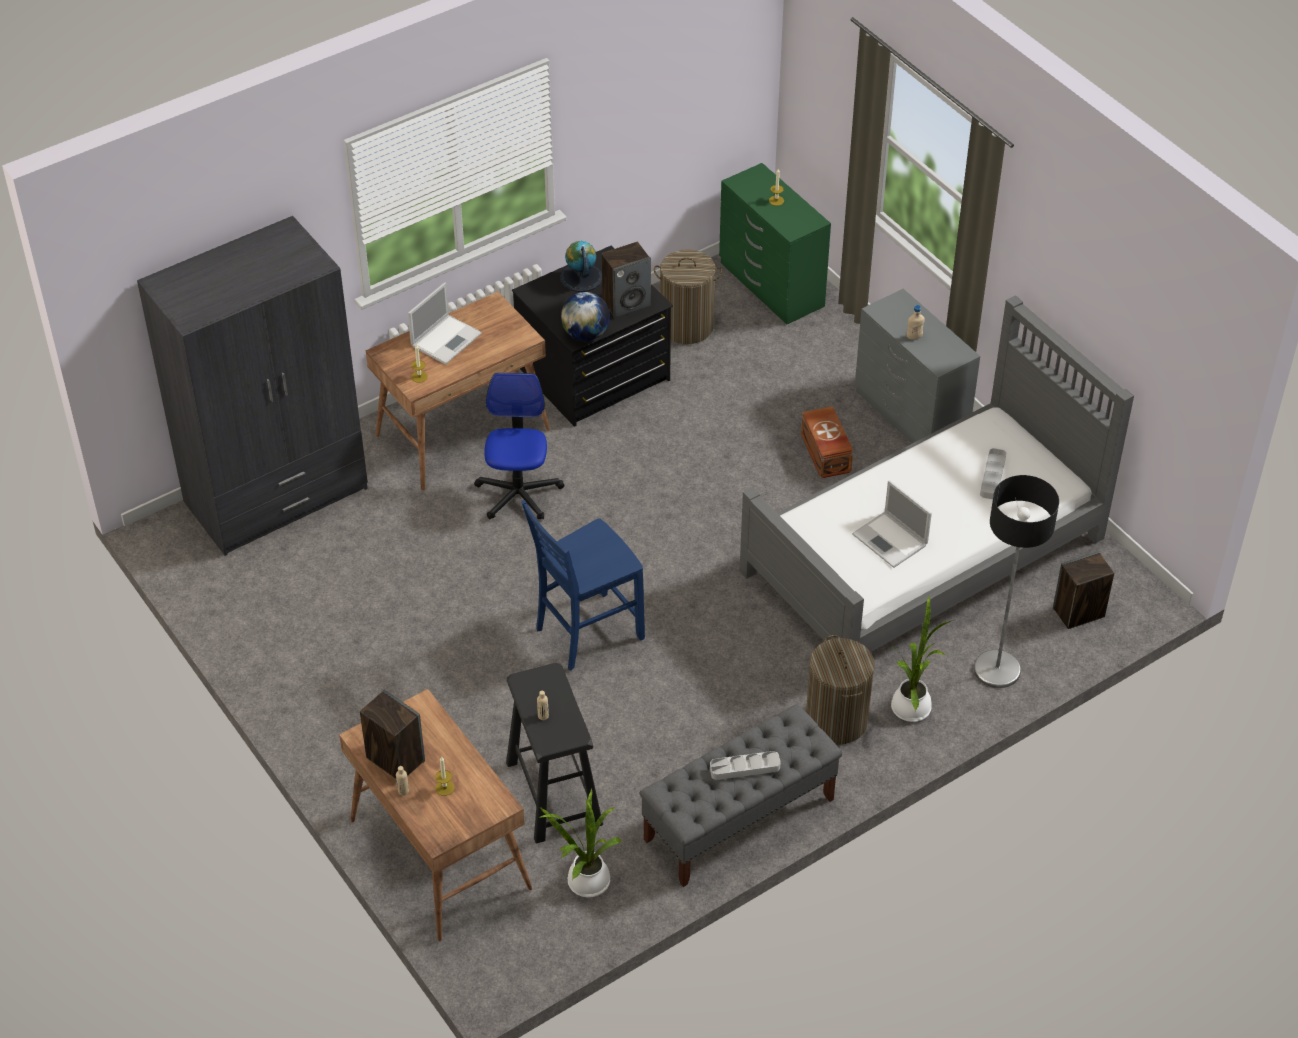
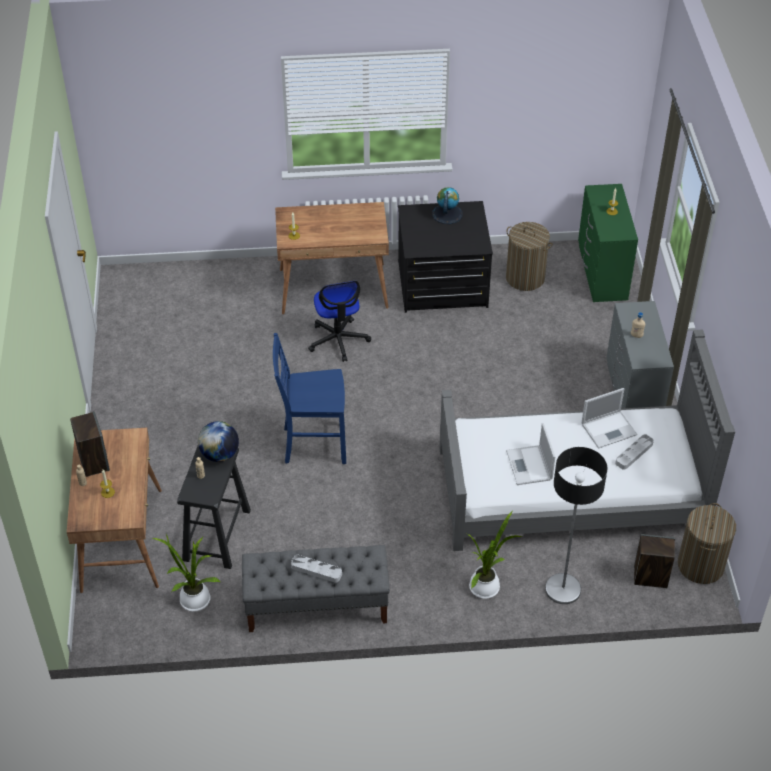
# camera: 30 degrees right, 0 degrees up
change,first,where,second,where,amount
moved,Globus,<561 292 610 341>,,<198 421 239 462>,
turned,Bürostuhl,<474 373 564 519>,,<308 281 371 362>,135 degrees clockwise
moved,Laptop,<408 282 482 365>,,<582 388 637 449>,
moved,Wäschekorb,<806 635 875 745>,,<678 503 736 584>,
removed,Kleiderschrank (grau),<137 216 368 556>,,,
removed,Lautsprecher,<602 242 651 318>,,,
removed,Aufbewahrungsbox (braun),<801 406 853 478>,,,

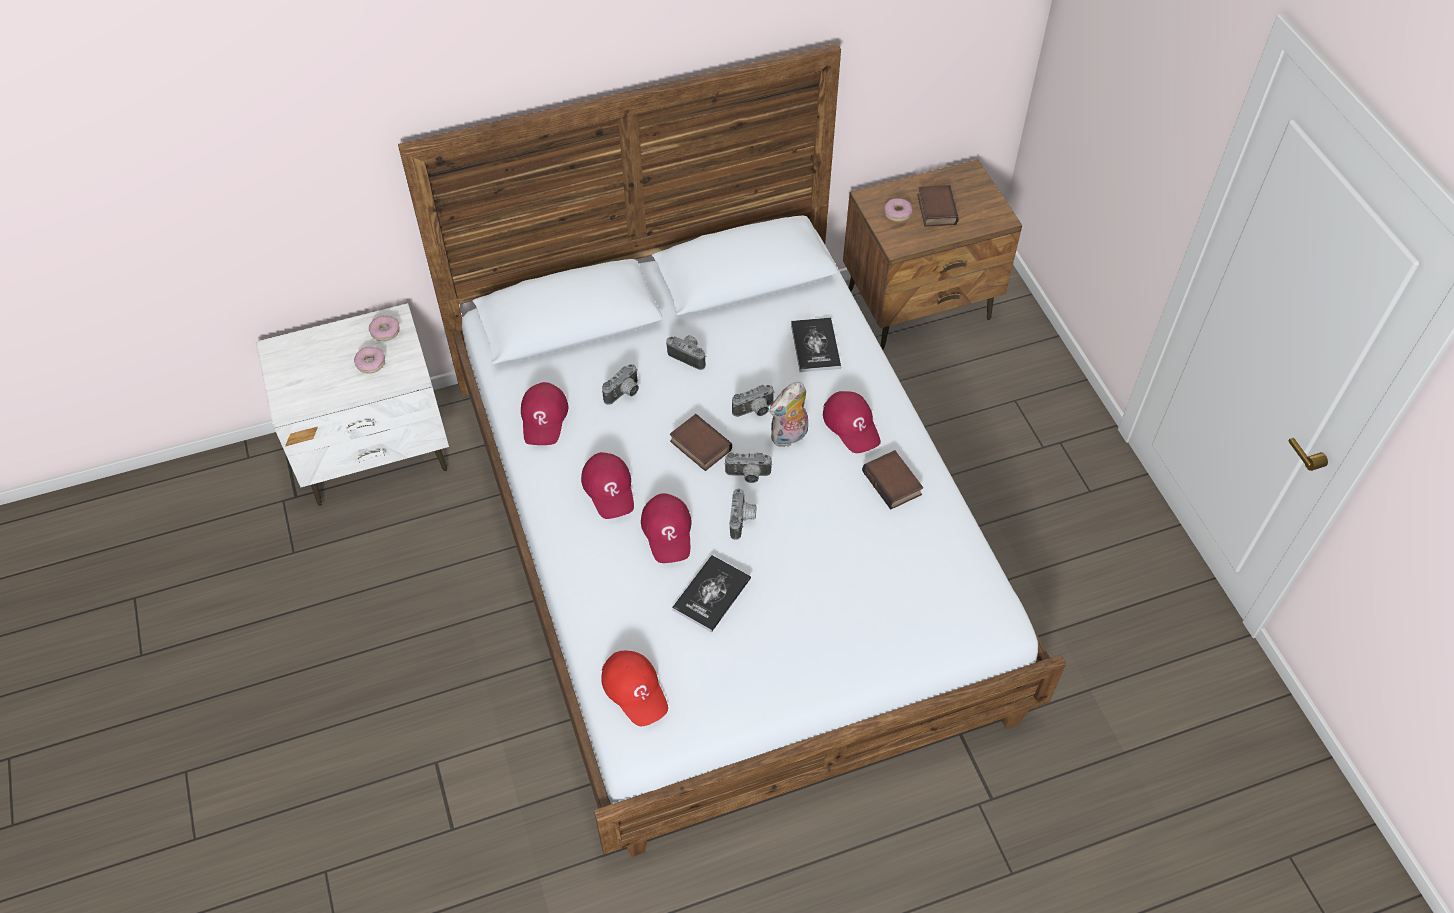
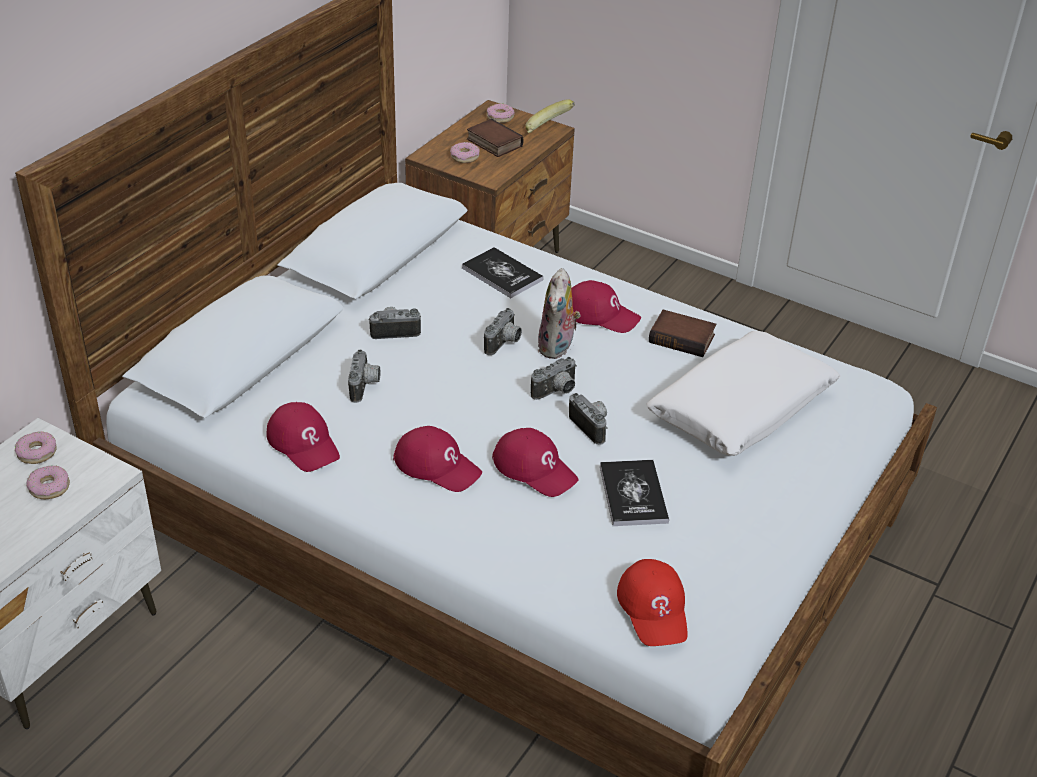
# camera: 40 degrees left, 15 degrees down
change,first,where,second,where,amount
added,,,Donut,<487 103 515 123>,
added,,,Banane,<525 99 575 133>,
turned,Kappe (rot),<601 651 668 726>,,<617 559 688 646>,60 degrees clockwise
added,,,Kissen (weiß),<646 331 841 456>,
removed,Buch,<670 414 732 471>,,,

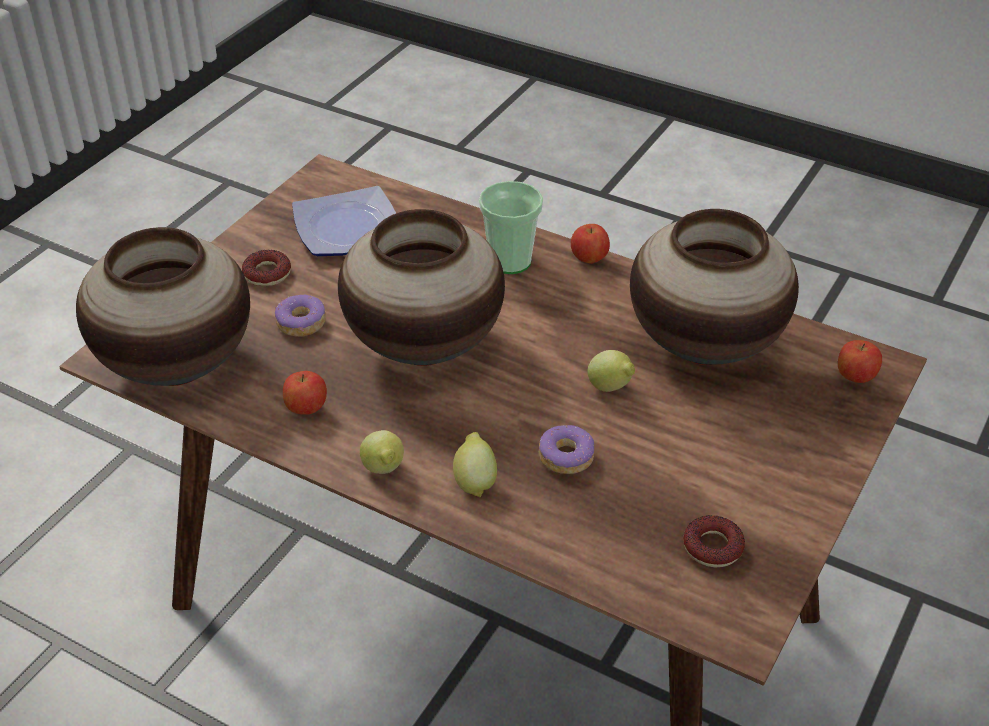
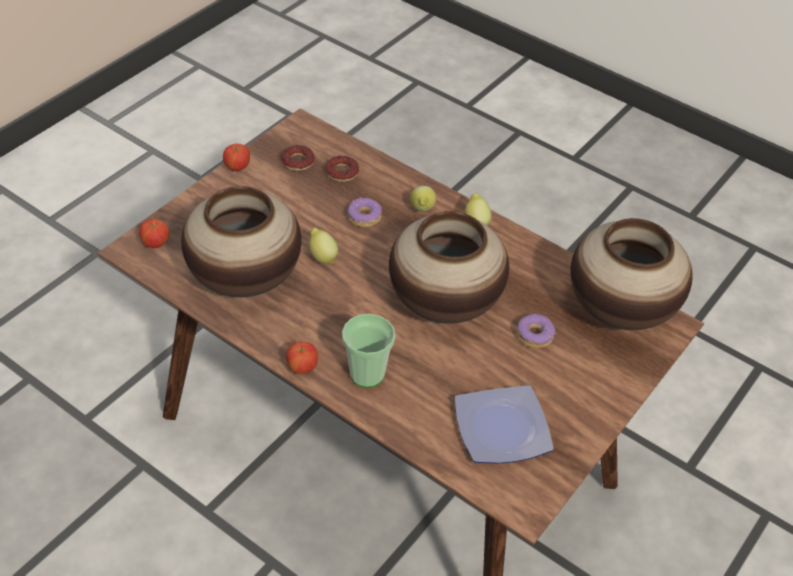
# camera: 175 degrees left, 5 degrees up
change,first,where,second,where,amount
moved,Apfel,<283 371 327 415>,,<223 144 250 171>,
moved,Donut,<242 250 291 286>,,<325 156 359 182>,

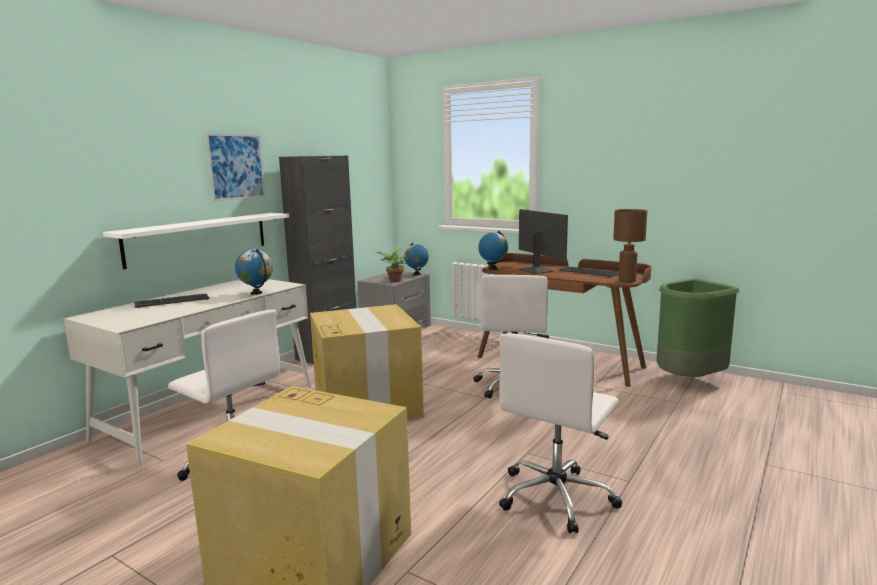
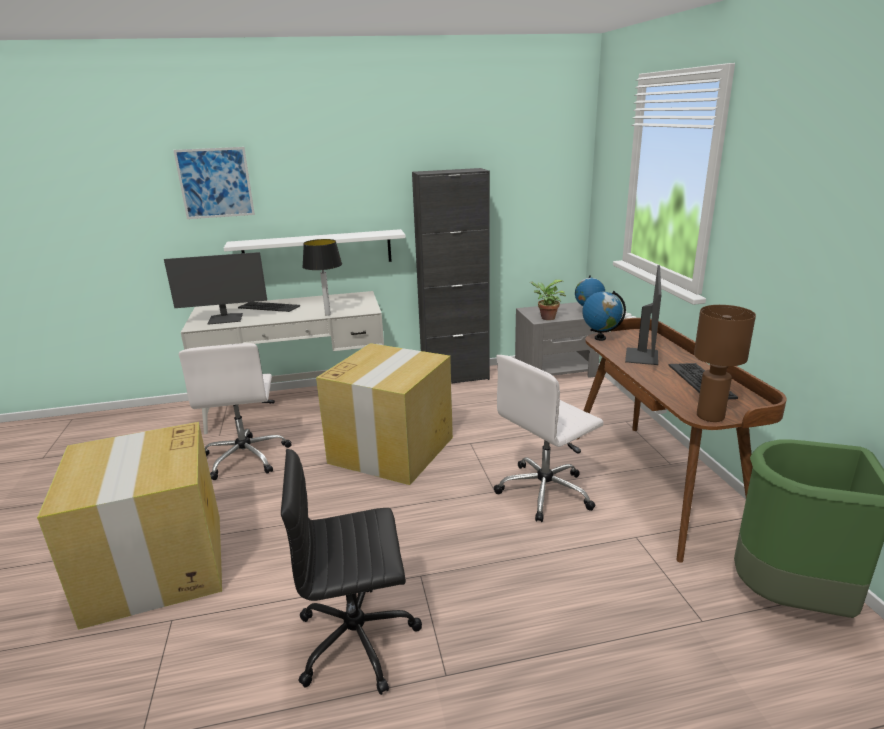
# camera: 45 degrees right, 10 degrees up
change,first,where,second,where,amount
added,,,Monitor,<164 252 267 325>,
moved,Bild,<205 133 266 202>,,<173 147 255 219>,
recoloured,Bürostuhl (weiß),<499 333 622 533>,Bürostuhl (schwarz),<281 449 422 695>,
replaced,Globus,<235 249 273 295>,Tischlampe,<302 239 342 316>,

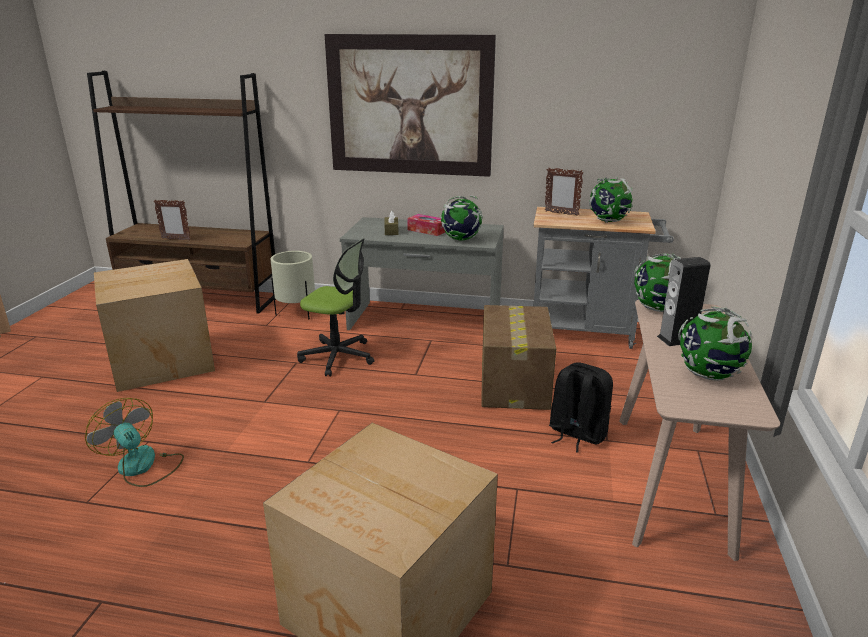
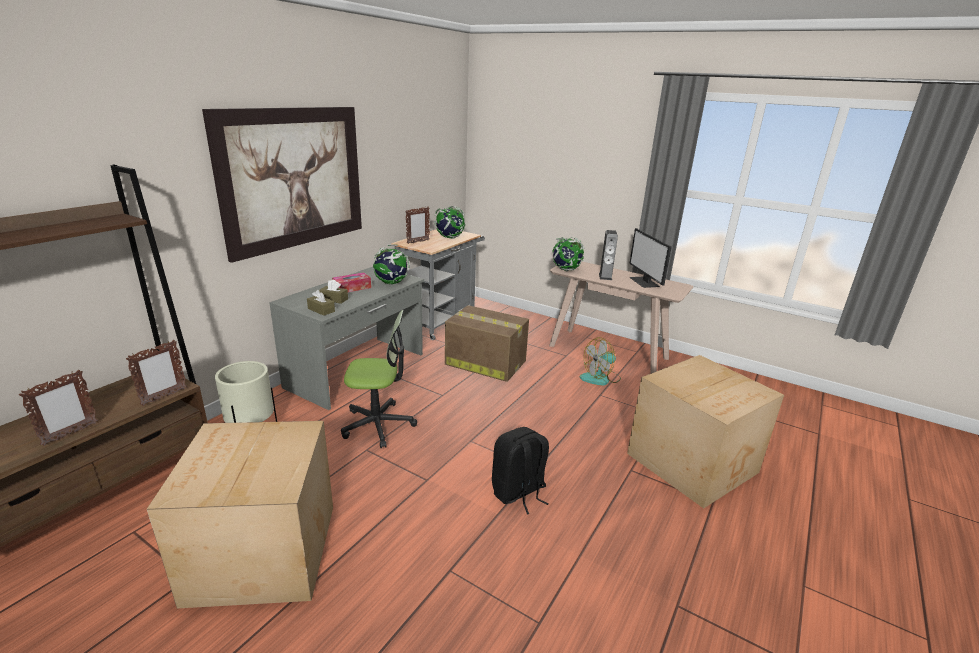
# camera: 70 degrees left, 0 degrees up
change,first,where,second,where,amount
added,,,Bilderrahmen,<126 340 187 406>,
added,,,Taschentuchbox (braun),<307 290 335 316>,
turned,Bürostuhl,<297 238 375 376>,,<341 310 417 448>,45 degrees clockwise
moved,Rucksack (schwarz),<549 362 613 453>,,<492 427 549 515>,
moved,Ventilator,<85 398 184 487>,,<580 337 621 386>,
replaced,Globus,<678 307 752 381>,Monitor,<629 228 672 288>,

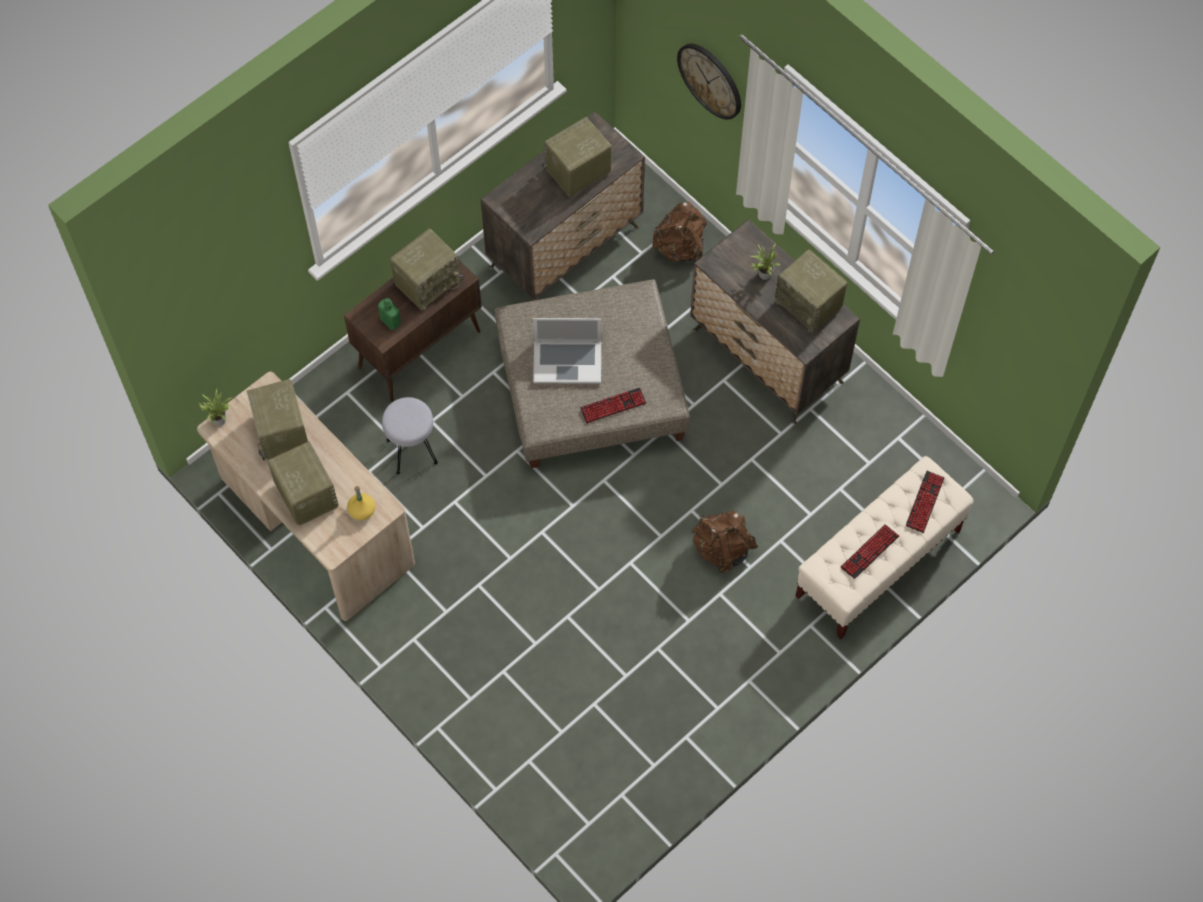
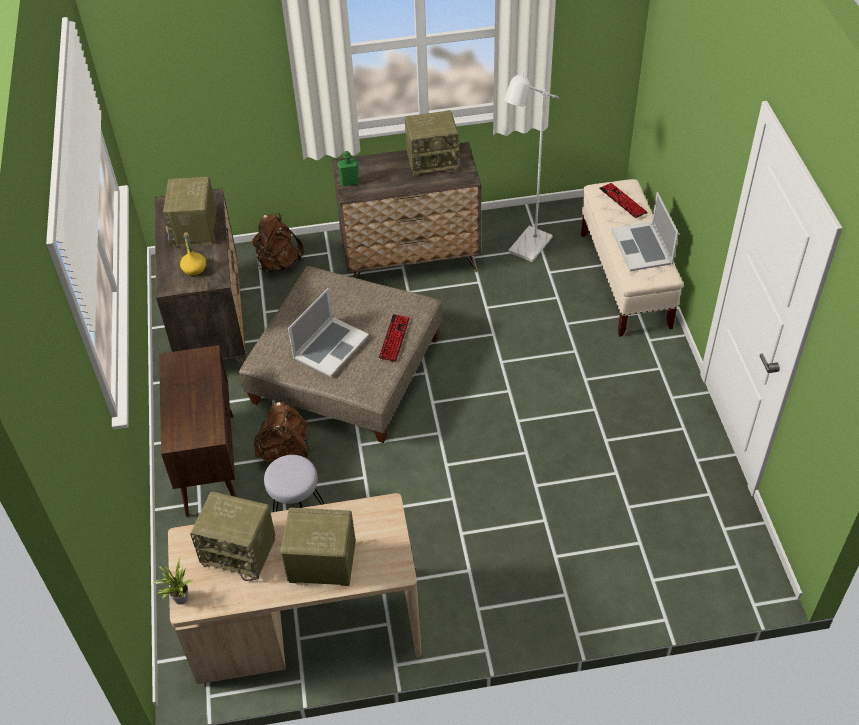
# camera: 55 degrees left, 15 degrees down
change,first,where,second,where,amount
moved,Flasche (gelb),<347 486 376 520>,,<180 232 206 277>,
moved,Rucksack (braun),<692 511 758 573>,,<253 402 309 463>,
moved,Flasche (grün),<378 298 401 330>,,<338 151 359 186>,
added,,,Stehlampe (weiß),<504 72 559 262>,
replaced,Tastatur,<840 524 899 579>,Laptop,<611 192 679 271>,
removed,Radio,<390 229 464 311>,,,
removed,Wanduhr,<677 43 741 120>,,,
removed,Topfpflanze,<750 243 781 280>,,,

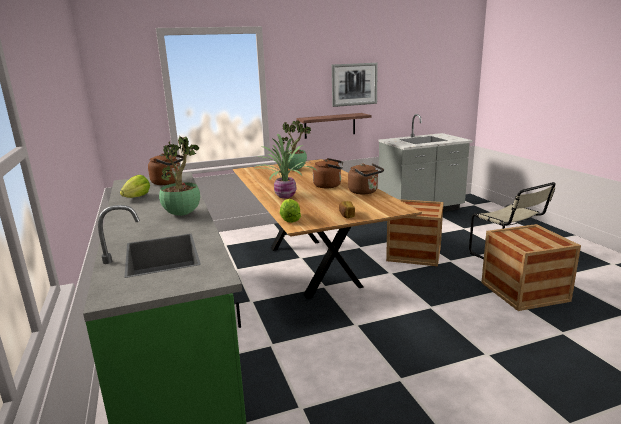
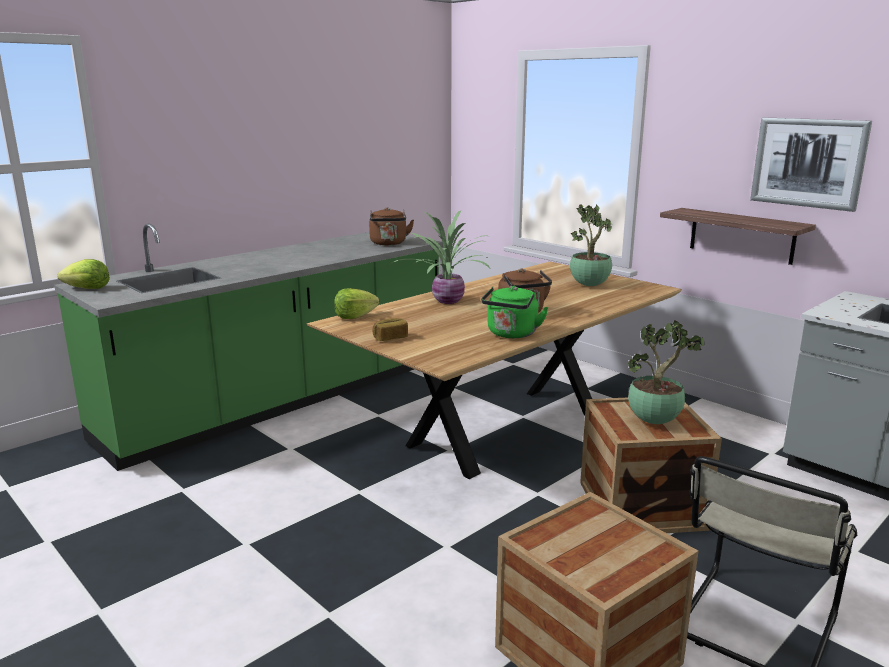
# camera: 65 degrees right, 0 degrees up
change,first,where,second,where,amount
moved,Salatkopf,<120 175 150 198>,,<57 259 110 289>,
recoloured,Wasserkessel (braun),<348 163 384 195>,Wasserkessel (grün),<481 286 549 338>,
moved,Topfpflanze,<159 136 200 216>,,<628 320 704 424>,

